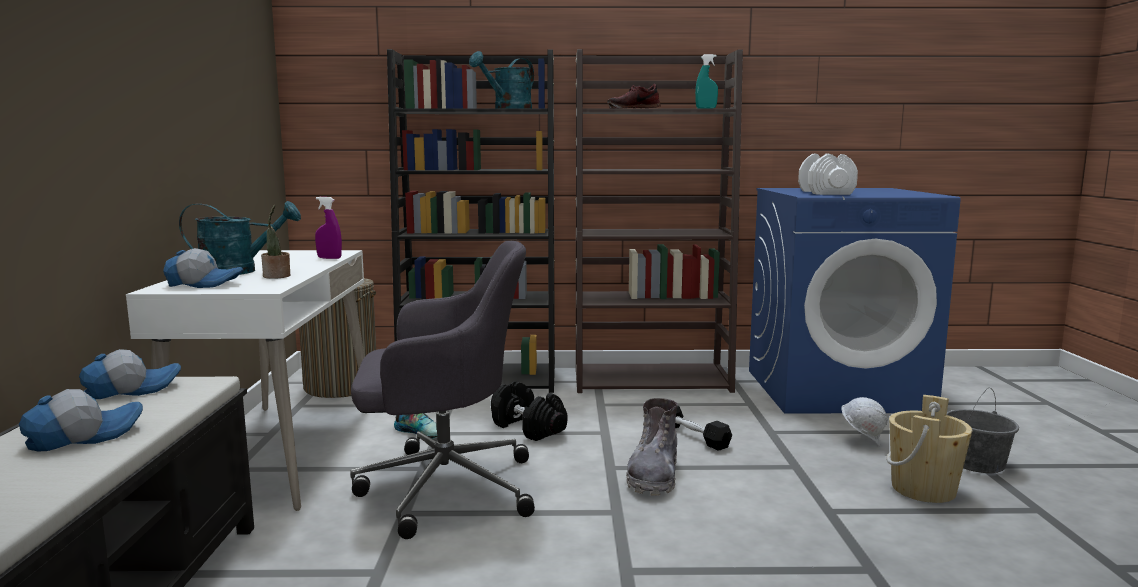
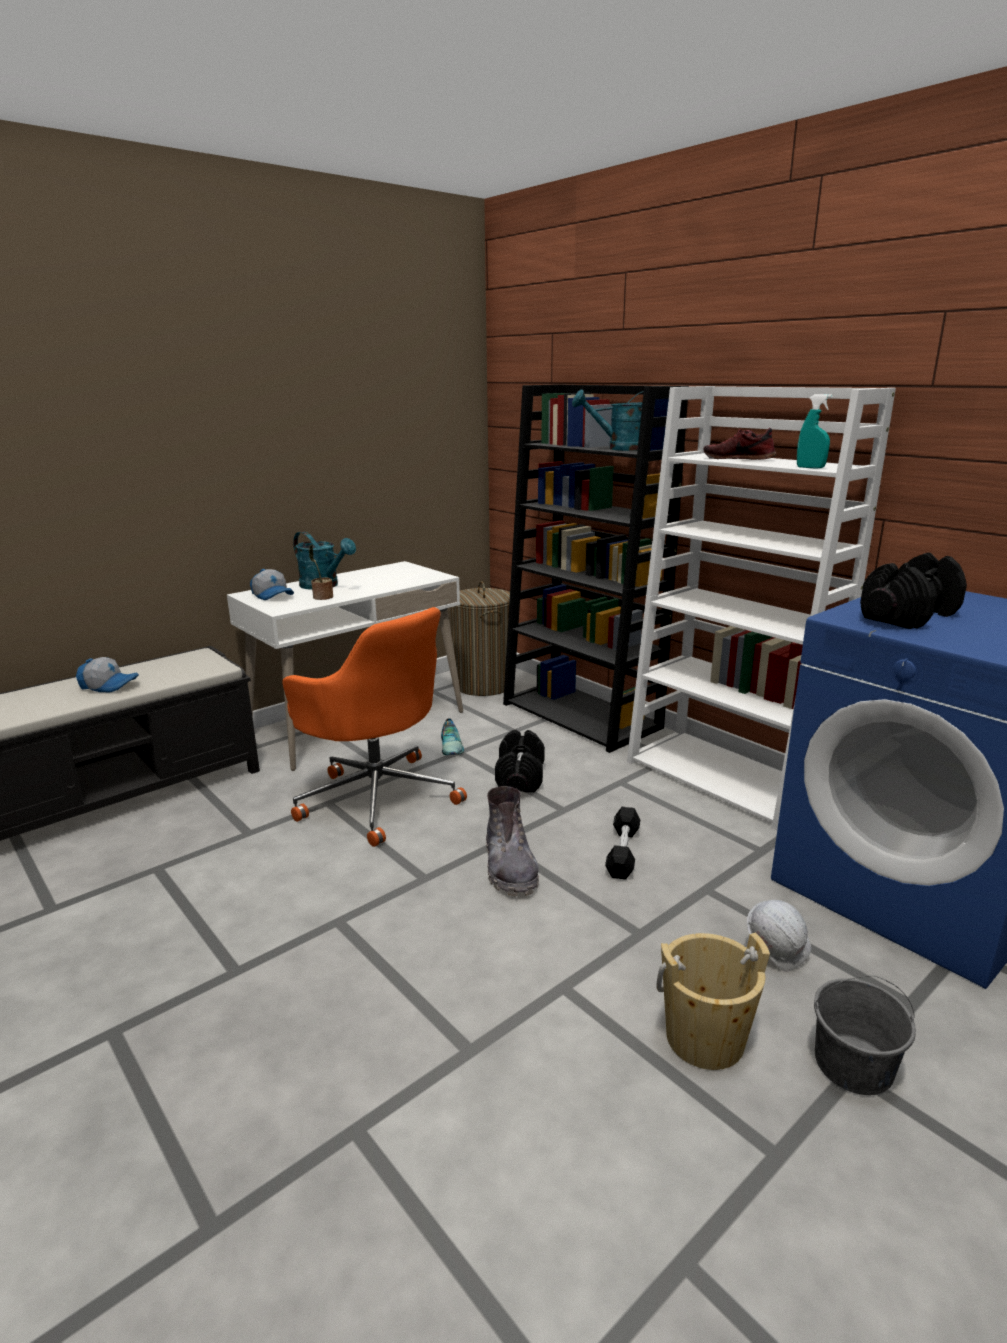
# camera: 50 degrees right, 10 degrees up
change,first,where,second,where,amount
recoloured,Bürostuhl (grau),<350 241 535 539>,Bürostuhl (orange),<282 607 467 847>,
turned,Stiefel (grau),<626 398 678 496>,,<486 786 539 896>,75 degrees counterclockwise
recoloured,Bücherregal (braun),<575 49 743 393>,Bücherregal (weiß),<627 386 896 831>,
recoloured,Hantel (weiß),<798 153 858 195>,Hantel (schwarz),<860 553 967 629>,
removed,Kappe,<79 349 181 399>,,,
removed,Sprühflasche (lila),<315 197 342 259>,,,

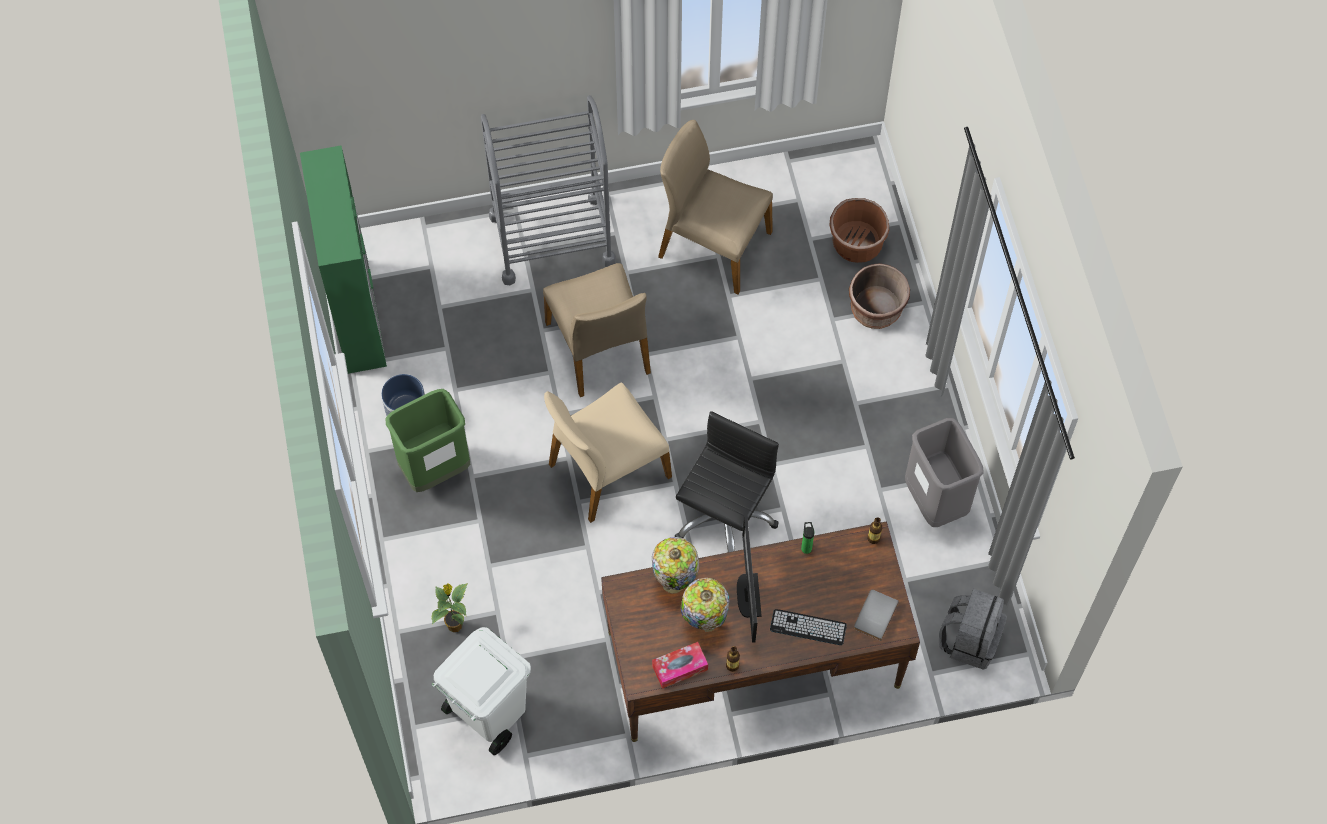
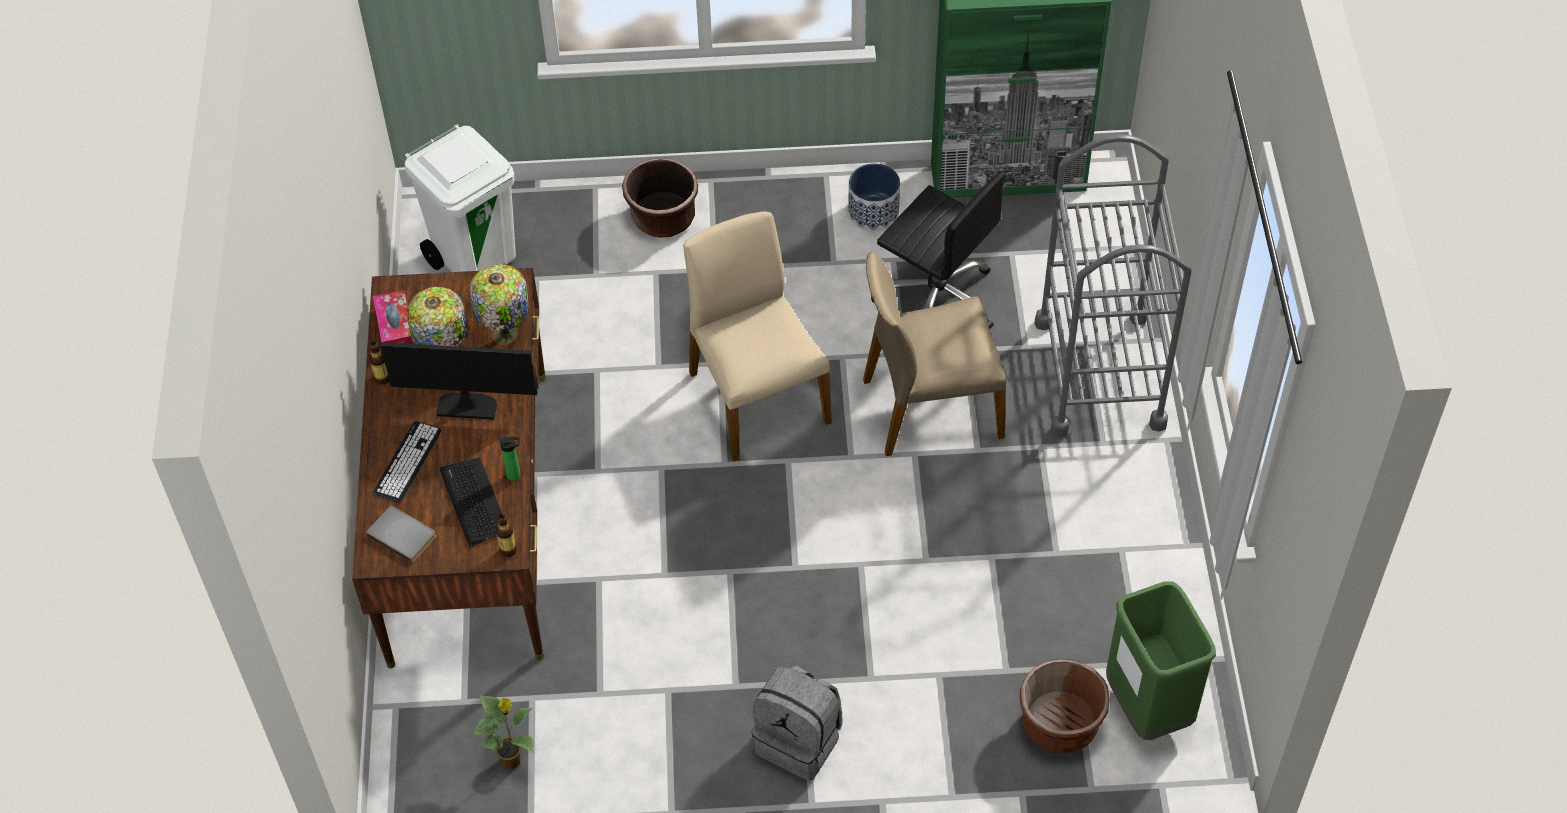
# camera: 100 degrees right, 10 degrees down
change,first,where,second,where,amount
added,,,Tastatur,<440 457 502 547>,
moved,Topfpflanze,<431 583 468 632>,,<473 695 534 769>,
moved,Pflanzkübel (braun),<849 263 910 329>,,<622 158 698 238>,
moved,Rucksack (grau),<939 589 1007 670>,,<751 665 843 781>,
moved,Bürostuhl (schwarz),<675 411 779 552>,,<871 171 1006 329>,
moved,Mülleimer (grün),<385 389 470 492>,,<1106 581 1216 740>,
removed,Stuhl (beige),<658 120 773 294>,,,
removed,Mülleimer (grau),<905 418 984 527>,,,

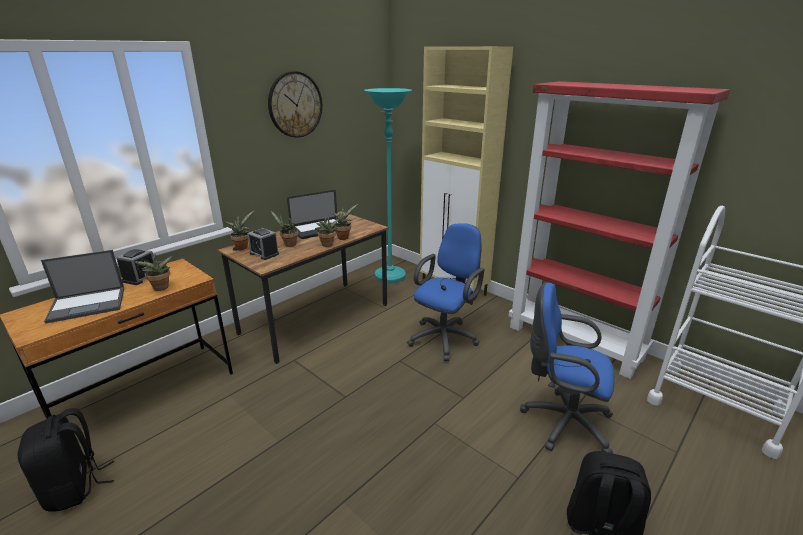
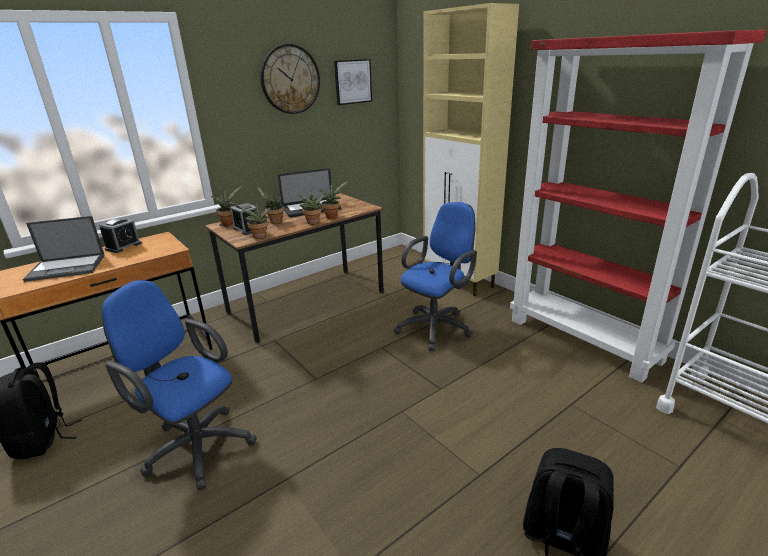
# camera: 10 degrees right, 0 degrees up
change,first,where,second,where,amount
moved,Bürostuhl (blau),<520 282 614 453>,,<101 280 257 490>,
moved,Topfpflanze,<134 254 172 291>,,<240 203 271 239>,
added,,,Bild,<334 59 372 105>,
removed,Stehlampe (türkis),<364 88 412 283>,,,

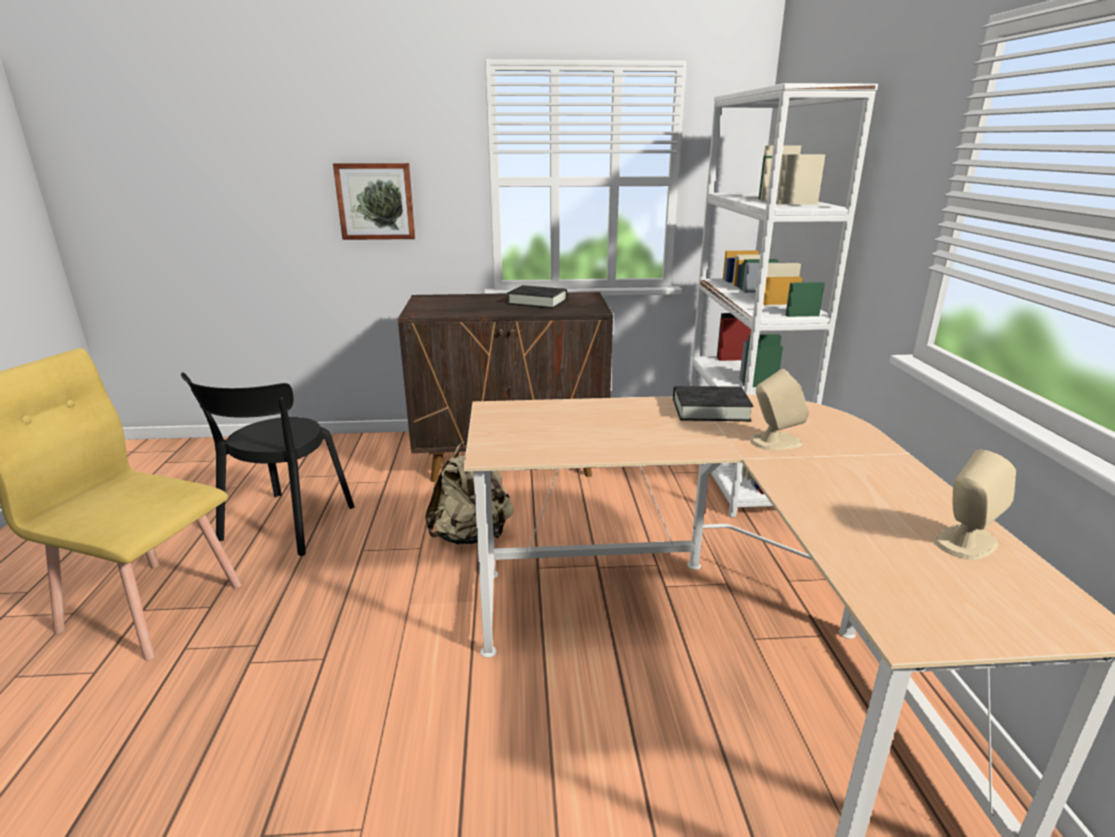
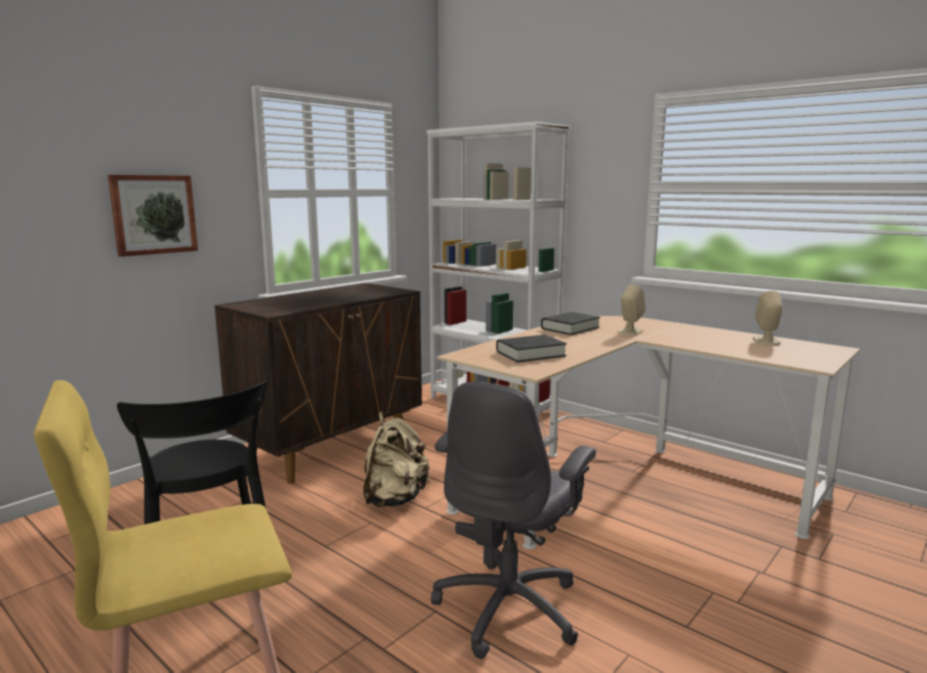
# camera: 45 degrees left, 10 degrees down
change,first,where,second,where,amount
added,,,Bürostuhl (grau),<431 382 596 659>,
moved,Buch (schwarz),<508 285 567 308>,,<496 335 567 363>,

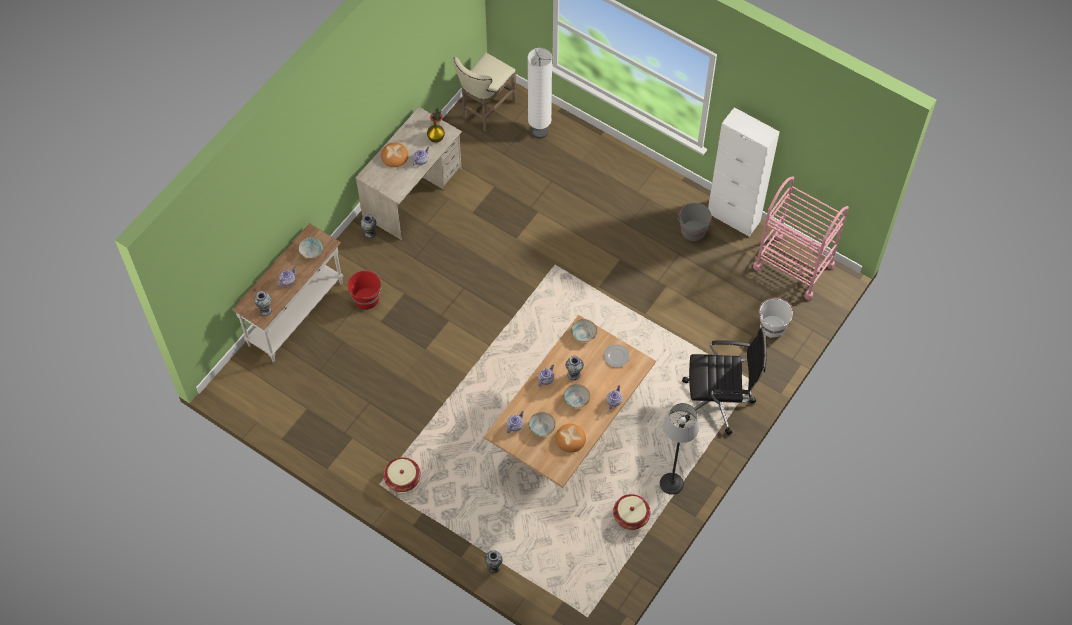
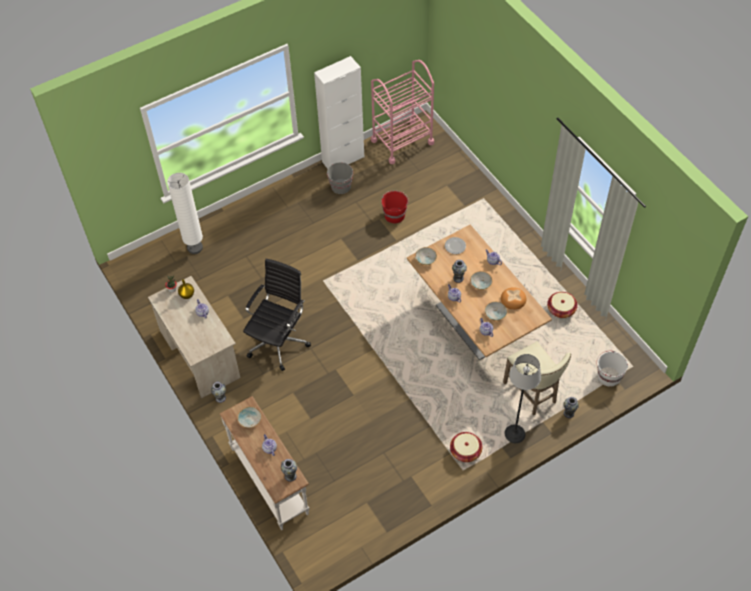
# camera: 65 degrees left, 5 degrees down
change,first,where,second,where,amount
moved,Bürostuhl (schwarz),<682 327 767 435>,,<243 259 311 371>,
moved,Eimer (rot),<348 270 382 310>,,<381 190 409 223>,
moved,Hocker (beige),<453 53 517 131>,,<503 341 571 415>,
moved,Stehlampe,<660 403 699 495>,,<504 354 541 443>,
moved,Eimer (weiß),<759 297 793 338>,,<597 351 628 387>,
removed,Brot,<381 143 408 167>,,,

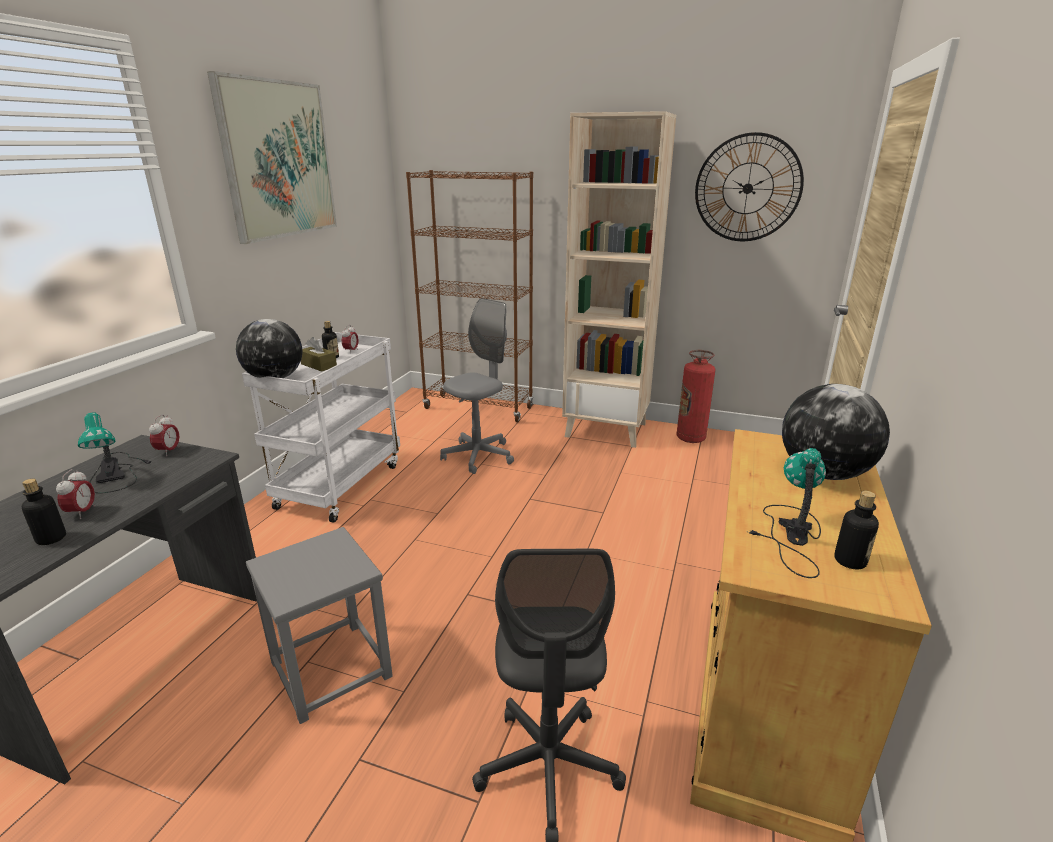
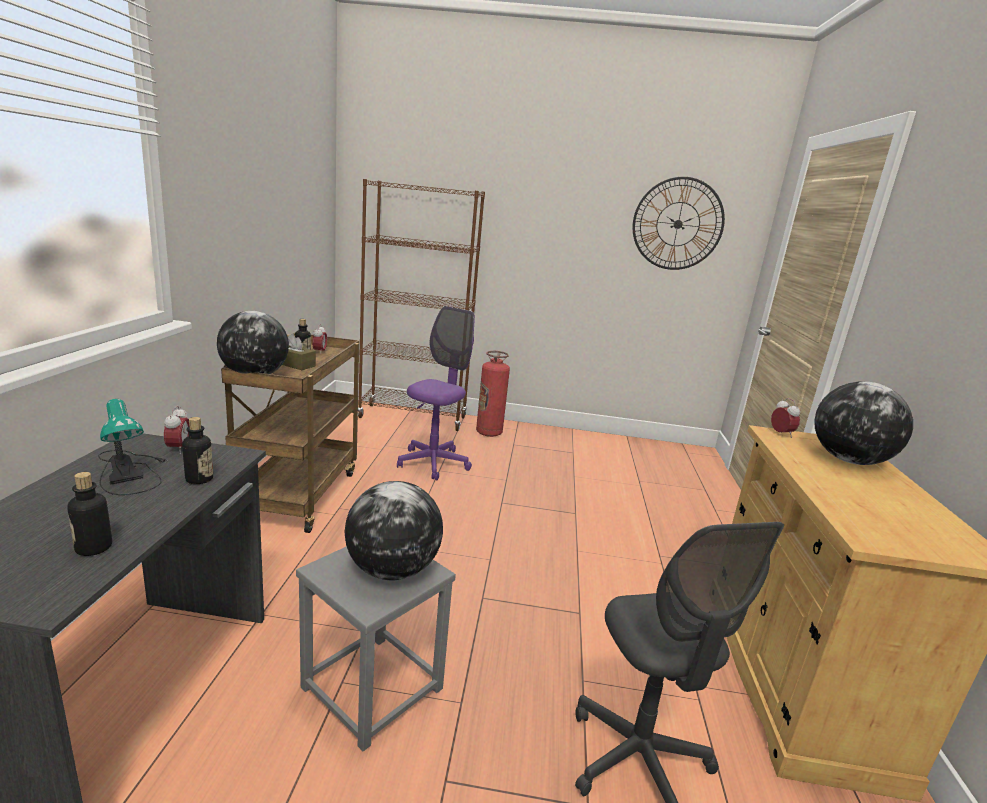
# camera: 15 degrees left, 5 degrees down
change,first,where,second,where,amount
moved,Flasche,<834 491 879 570>,,<182 417 213 484>,
recoloured,Rollwagen (weiß),<242 332 400 523>,Rollwagen (braun),<221 333 359 533>,
added,,,Globus,<345 481 443 580>,
recoloured,Bürostuhl (grau),<440 298 514 474>,Bürostuhl (lila),<397 306 475 481>,
moved,Feuerlöscher,<676 350 716 443>,,<476 351 510 437>,
moved,Wecker,<56 469 95 519>,,<771 398 800 438>,
removed,Bild,<207 71 337 244>,,,
removed,Bücherregal (beige),<562 111 676 448>,,,
removed,Tischlampe,<749 448 826 578>,,,

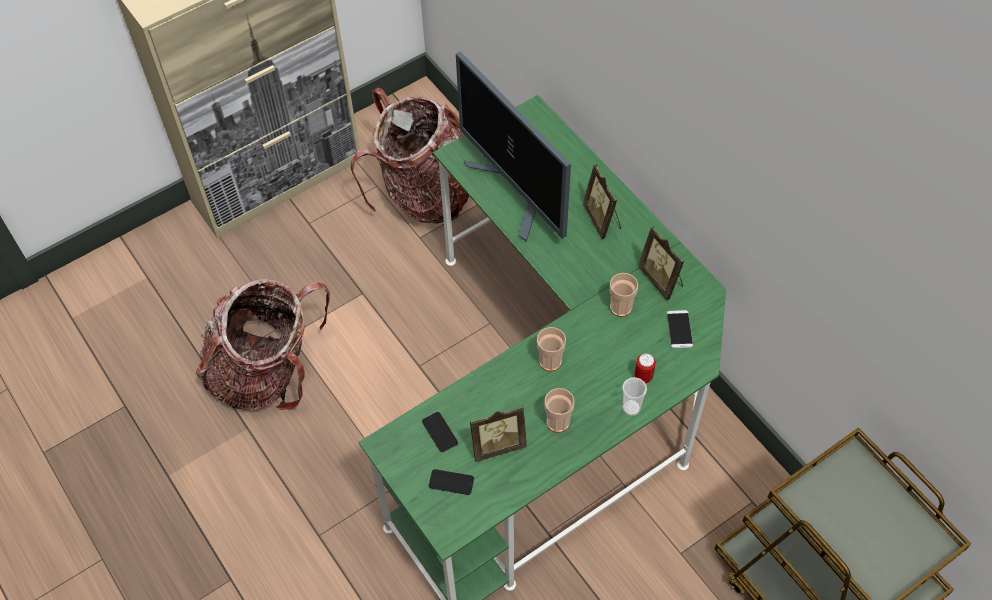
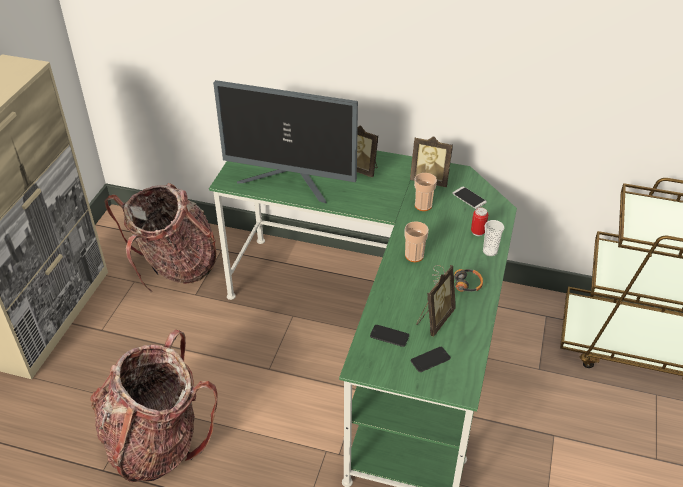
# camera: 40 degrees left, 15 degrees down
change,first,where,second,where,amount
replaced,Tasse,<545 388 575 433>,Kopfhörer,<432 265 483 292>,

